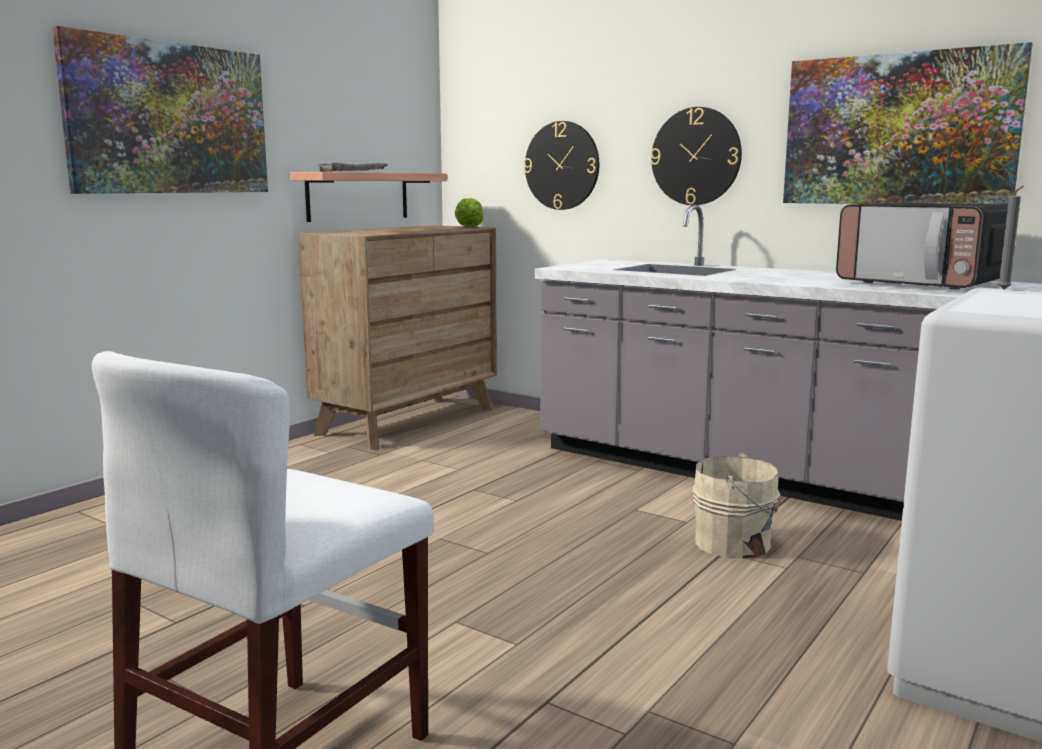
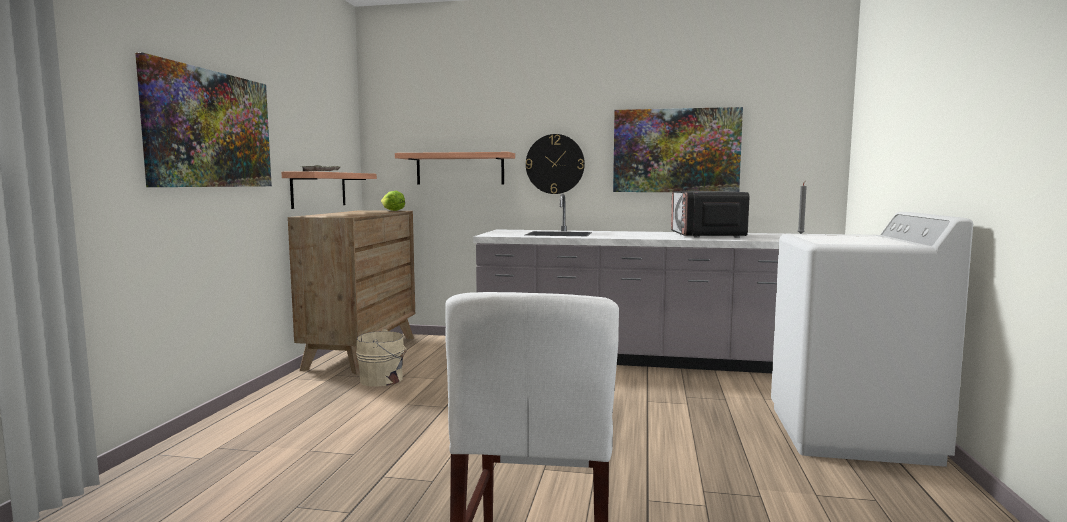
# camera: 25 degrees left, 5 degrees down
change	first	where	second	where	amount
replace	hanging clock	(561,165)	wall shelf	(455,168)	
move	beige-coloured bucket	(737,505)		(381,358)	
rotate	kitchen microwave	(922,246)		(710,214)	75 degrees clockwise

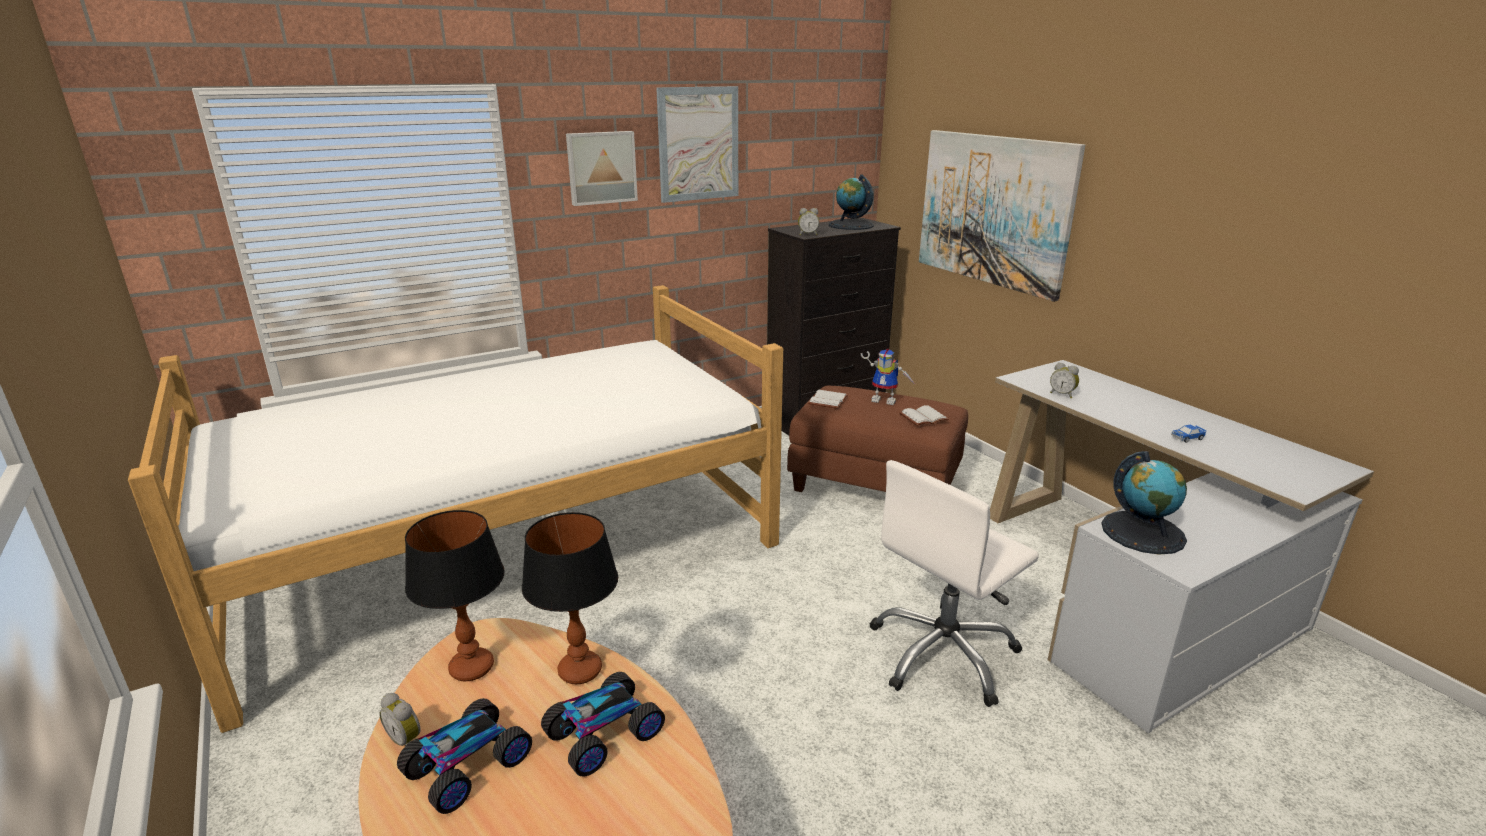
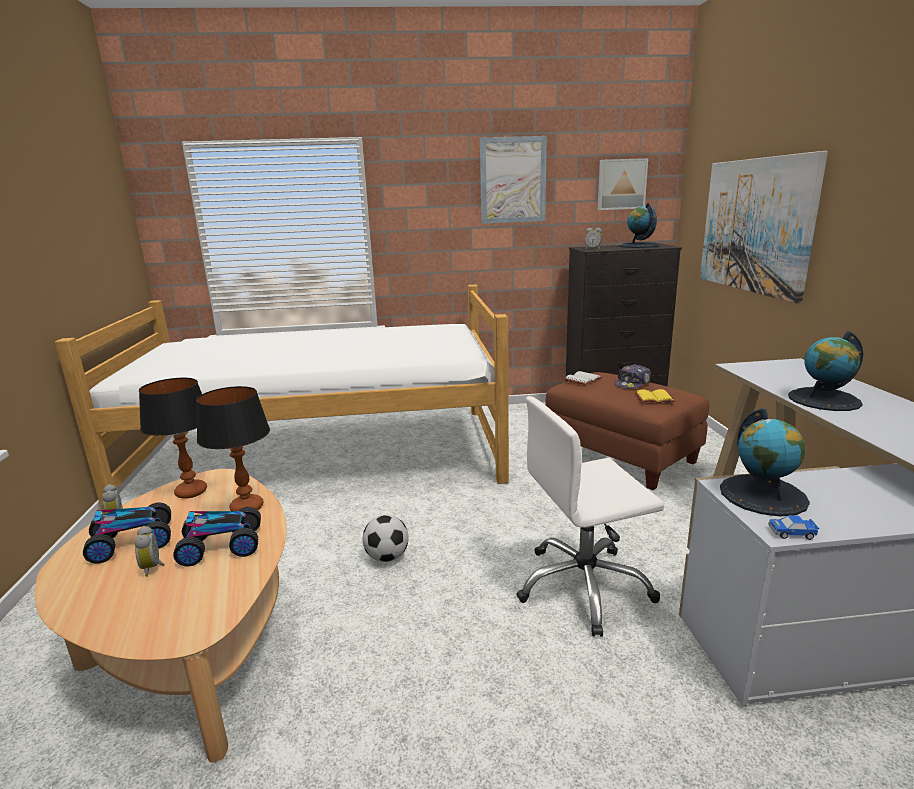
# camera: 25 degrees right, 5 degrees down
change	first	where	second	where	amount
move	wall picture	(602,168)		(623,184)	
replace	robot figure	(888,376)	baseball cap	(633,376)	
recolor	white volume	(924,415)	yellowish volume	(655,396)	
move	bedside clock	(1064,380)		(150,551)	
move	toy car	(1188,433)		(793,528)	
insert			ball for football	(386,538)	
insert			desk globe	(825,371)	

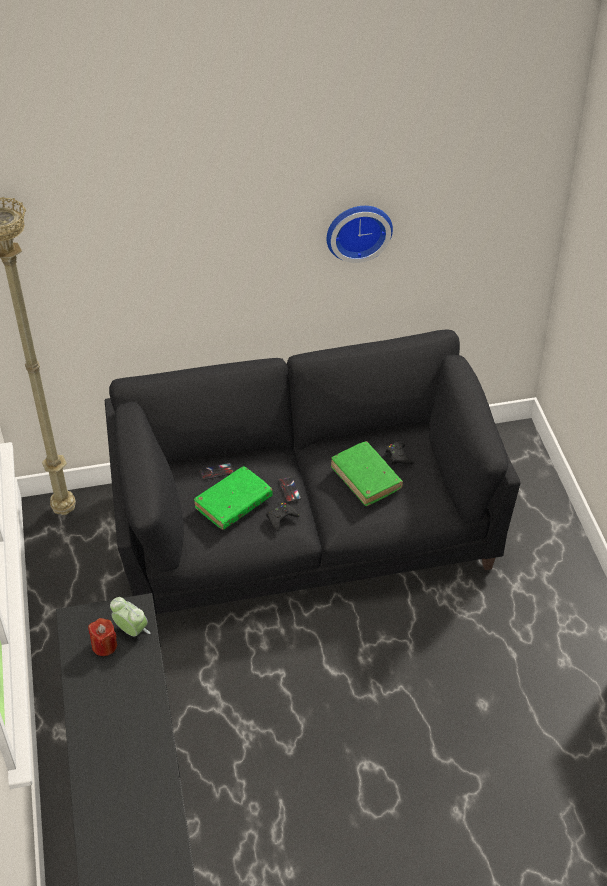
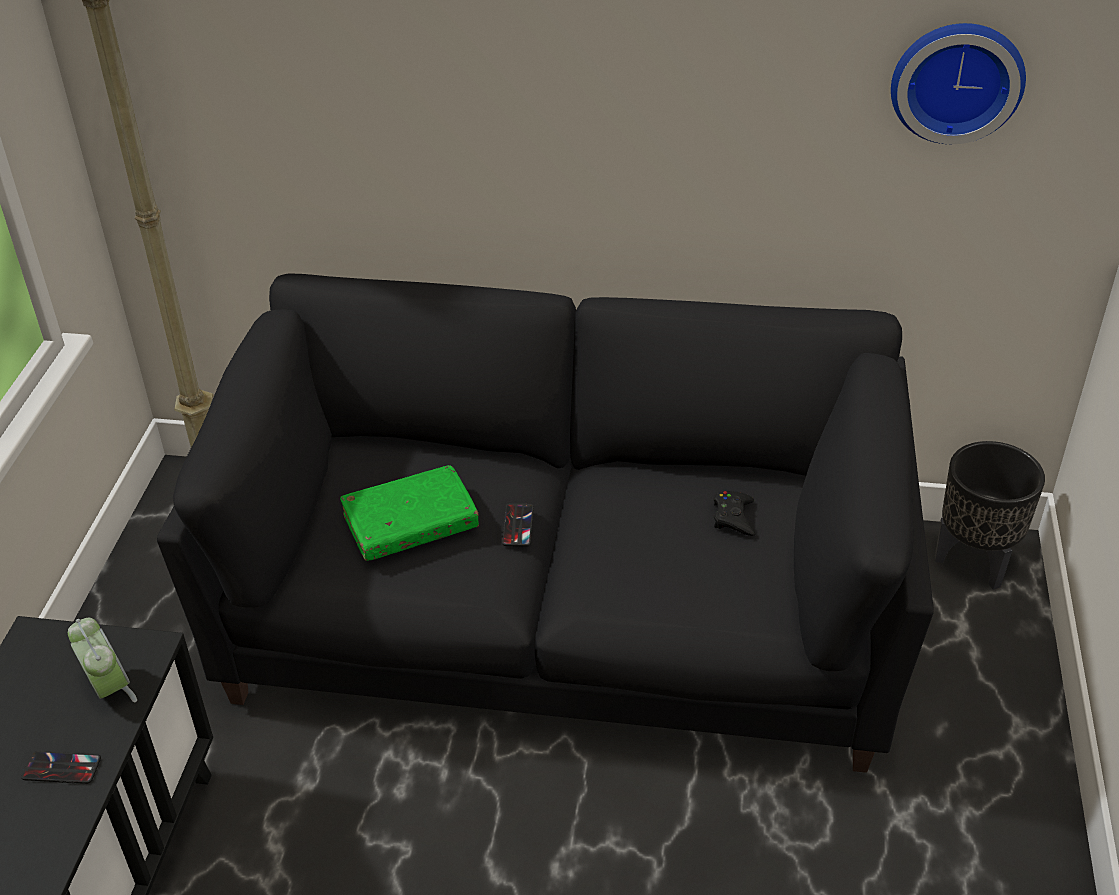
# camera: 20 degrees right, 5 degrees down
change	first	where	second	where	amount
delete	reddish candle	(102,637)			
move	telephone	(216,471)		(61,767)	
delete	black-coloured gamepad	(283,516)			
move	hanging clock	(360,234)		(958,83)	
delete	green-coloured volume	(367,473)			
insert			black-coloured flower pot	(990,515)	

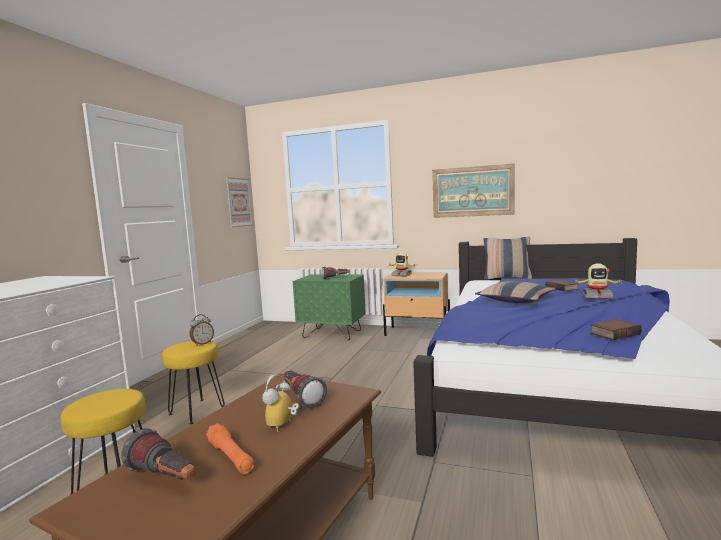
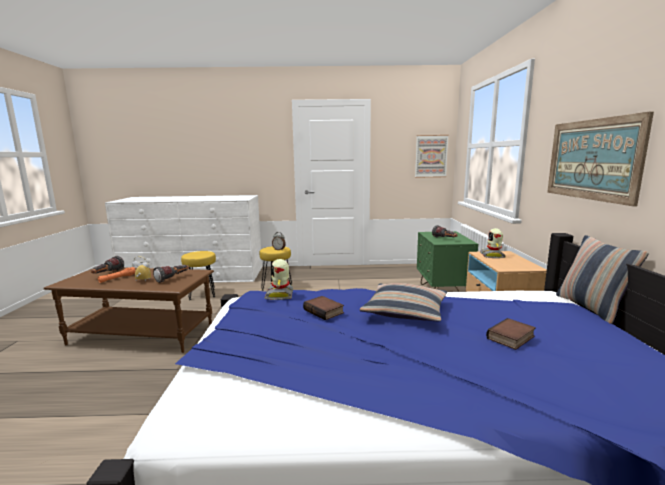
# camera: 70 degrees right, 5 degrees up
change	first	where	second	where	amount
move	robot figure	(599,281)		(278,279)	
move	volume	(616,329)		(323,308)	

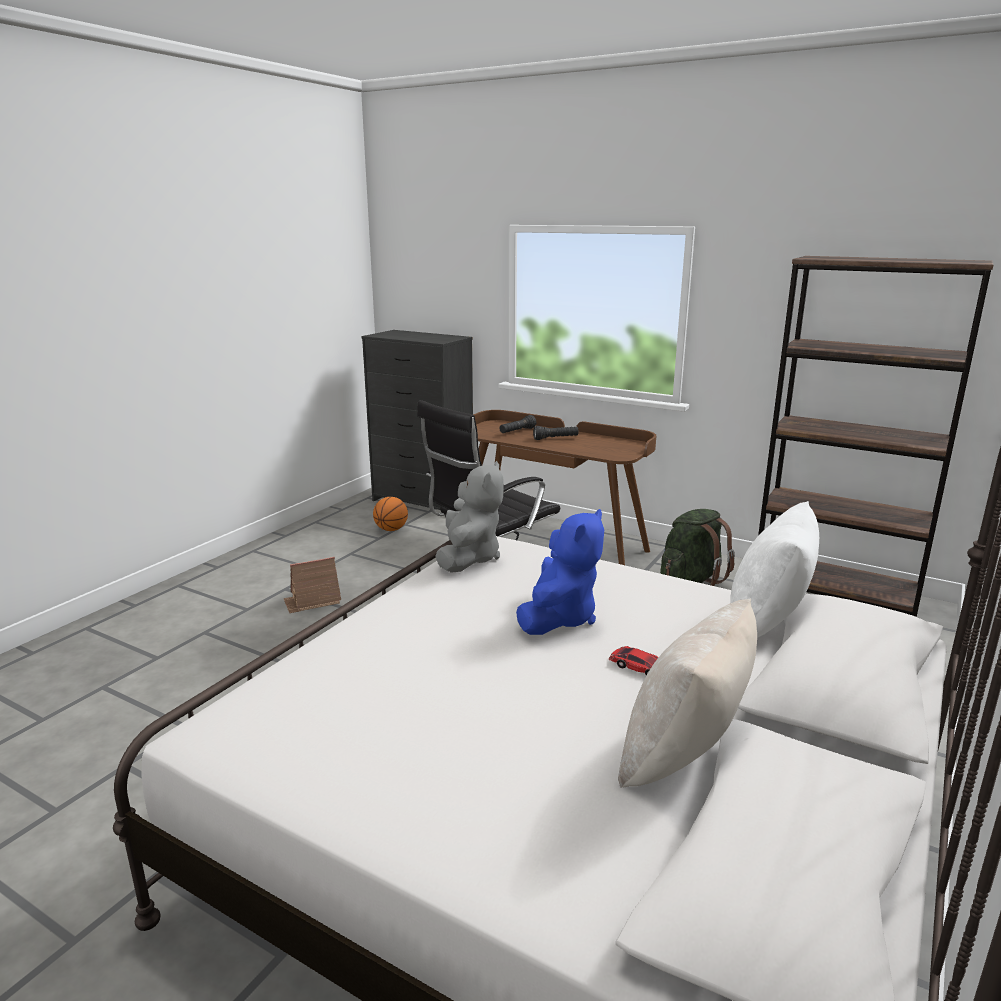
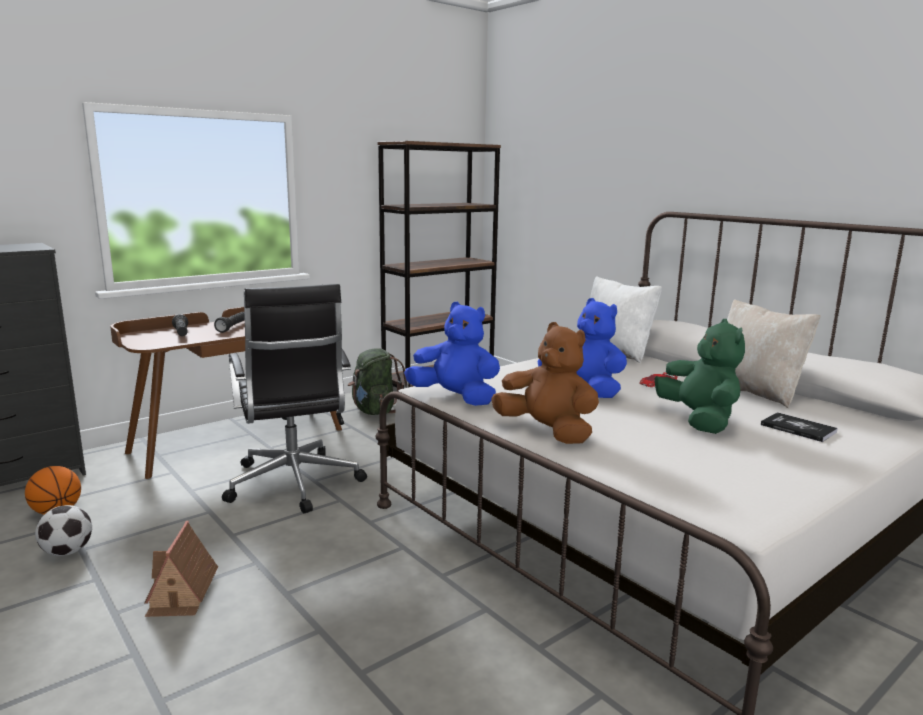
# camera: 70 degrees left, 5 degrees down
change	first	where	second	where	amount
recolor	greyish soft toy	(469,517)	blue soft toy	(452,354)	
insert			ball for football	(63,530)	
insert			brownish soft toy	(545,383)	
insert			green-coloured soft toy	(700,376)	
insert			volume	(799,427)	

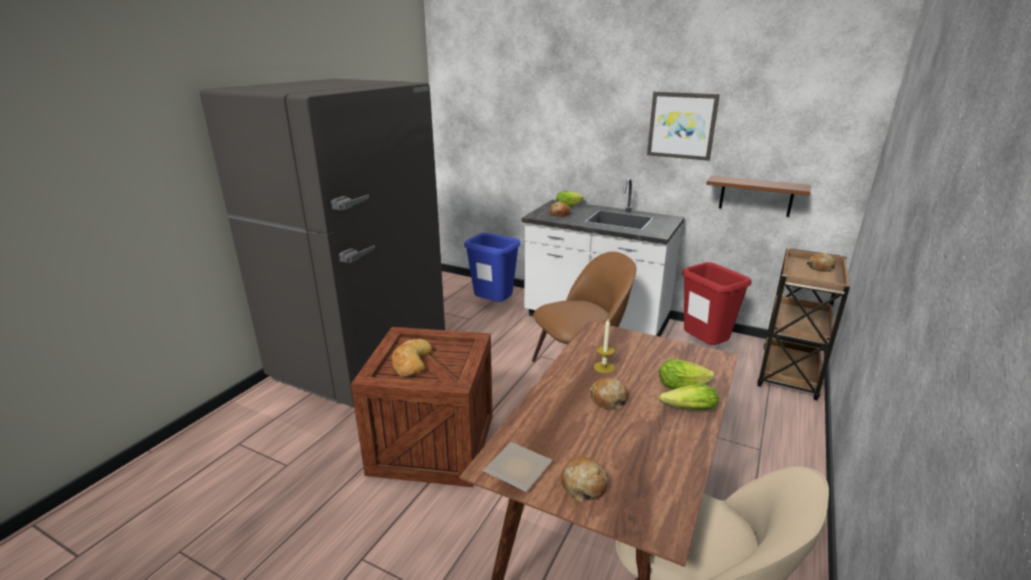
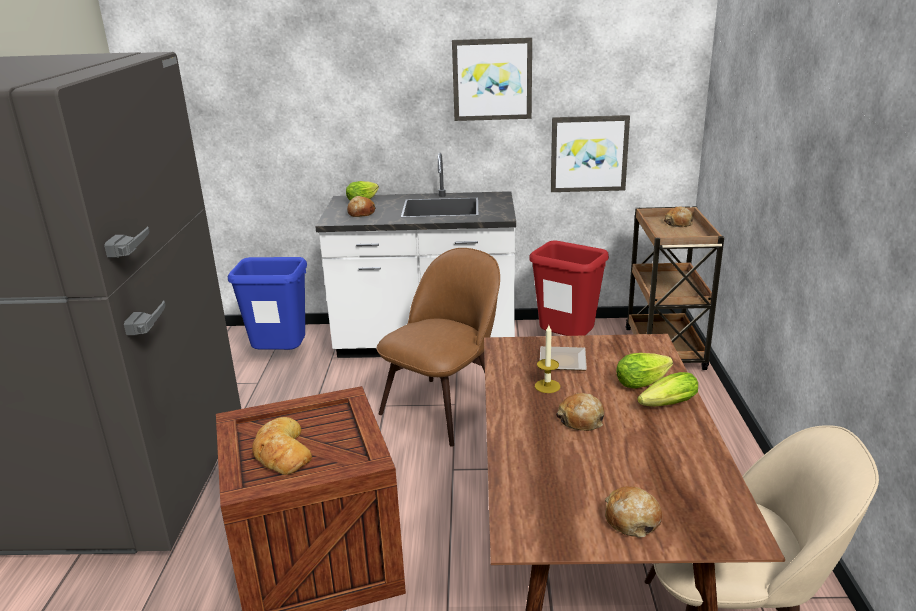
# camera: 25 degrees left, 0 degrees up
change	first	where	second	where	amount
move	plate	(518,467)		(563,358)	
replace	brownish wall shelf	(758,196)	wall picture	(590,153)	

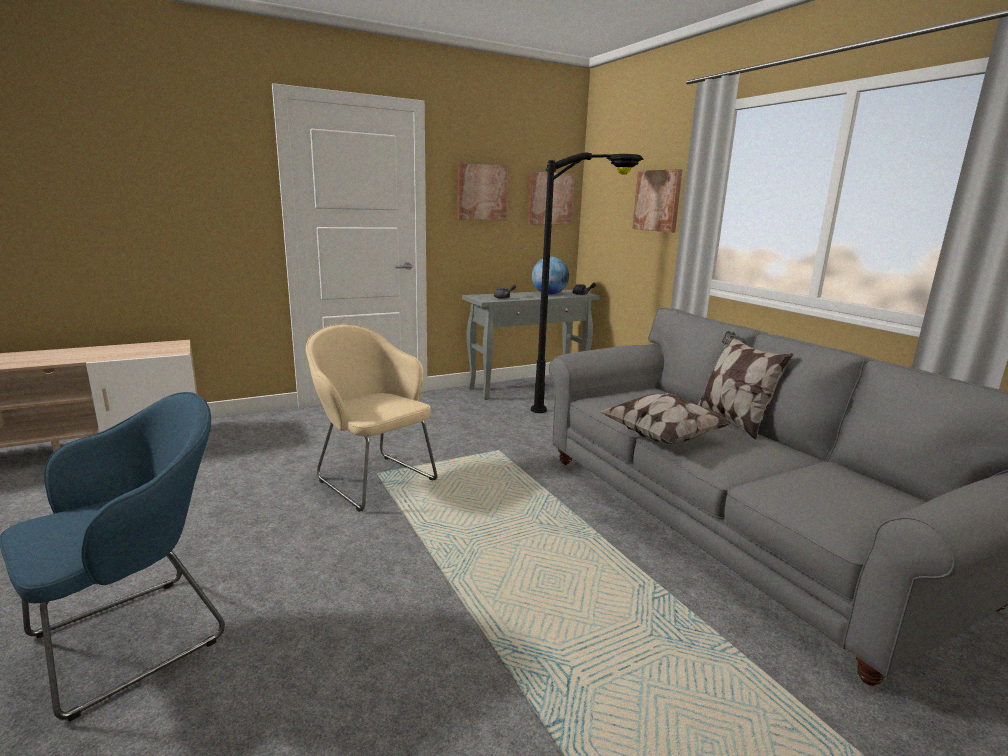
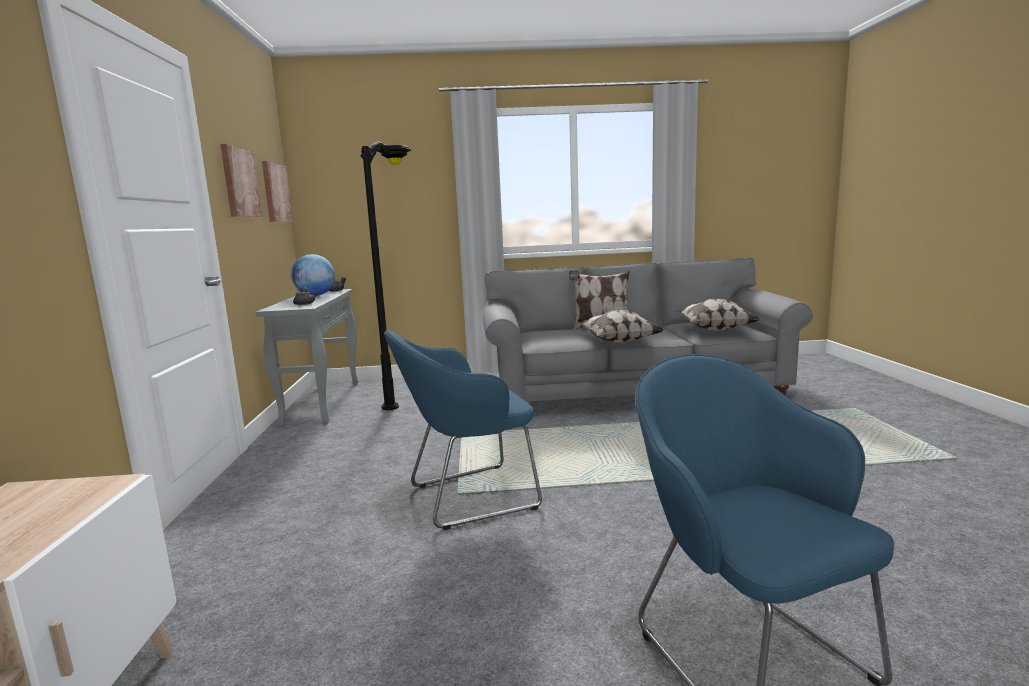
# camera: 65 degrees left, 5 degrees down
change	first	where	second	where	amount
recolor	beige-coloured armchair	(371,418)	blue armchair	(463,430)	
delete	wall picture	(657,200)			
insert			throw pillow	(717,315)	

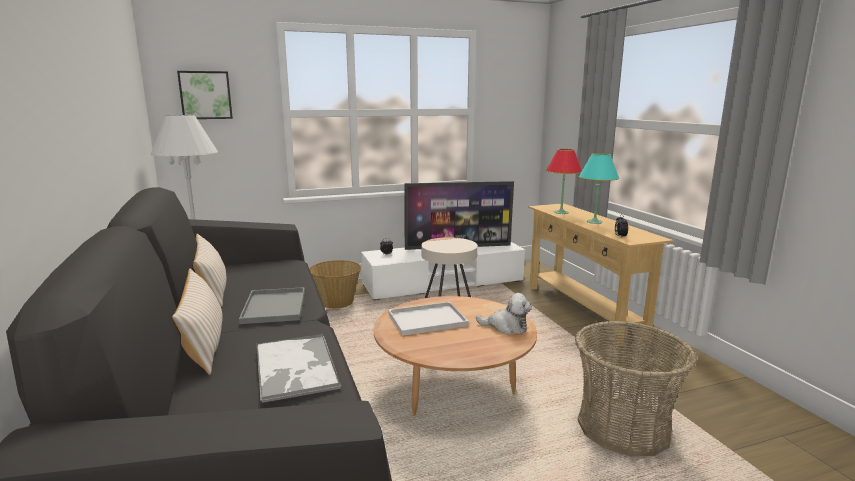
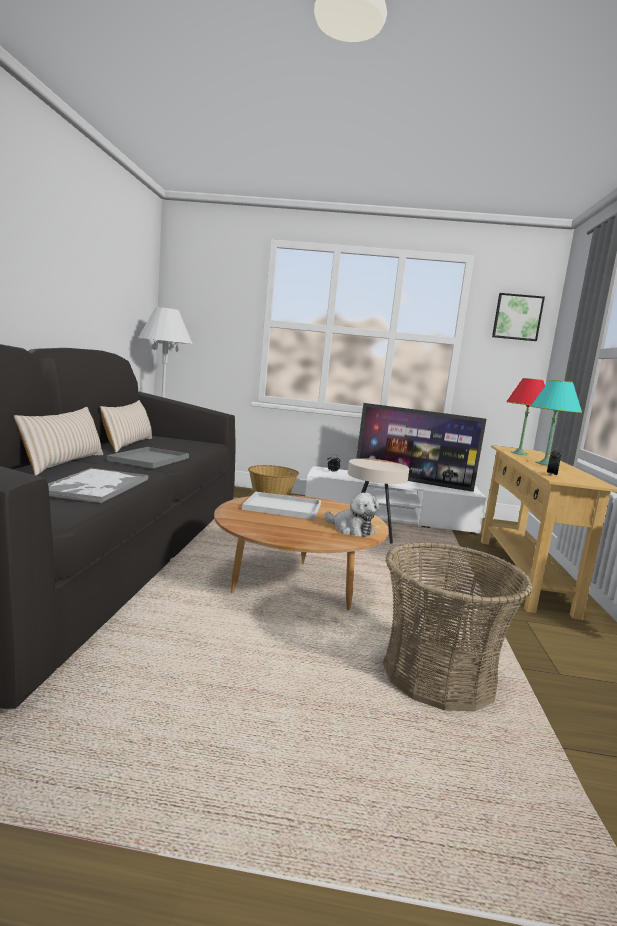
# camera: 25 degrees right, 5 degrees down
change	first	where	second	where	amount
move	wall picture	(205,95)		(518,317)	

